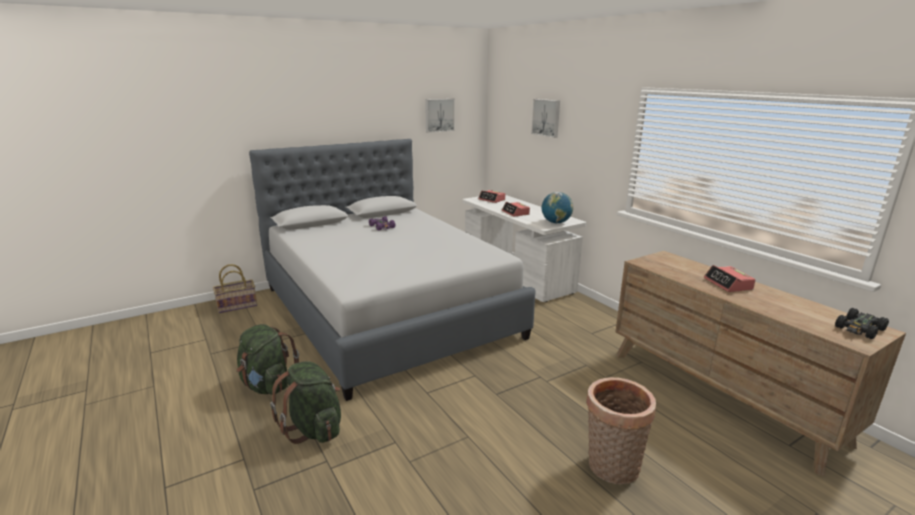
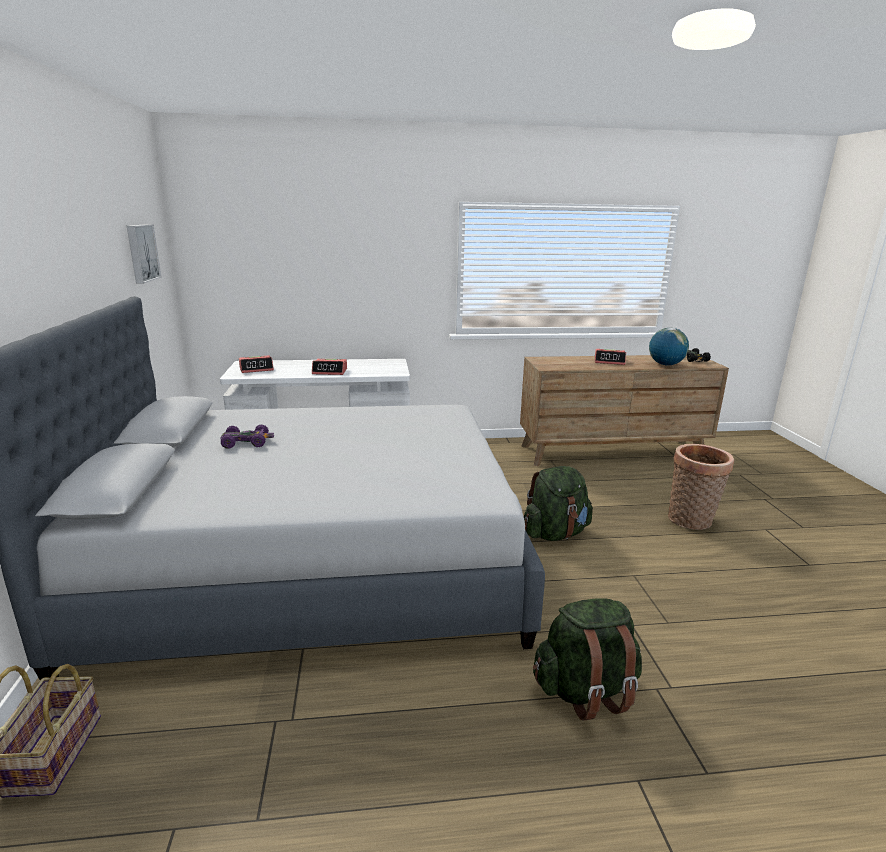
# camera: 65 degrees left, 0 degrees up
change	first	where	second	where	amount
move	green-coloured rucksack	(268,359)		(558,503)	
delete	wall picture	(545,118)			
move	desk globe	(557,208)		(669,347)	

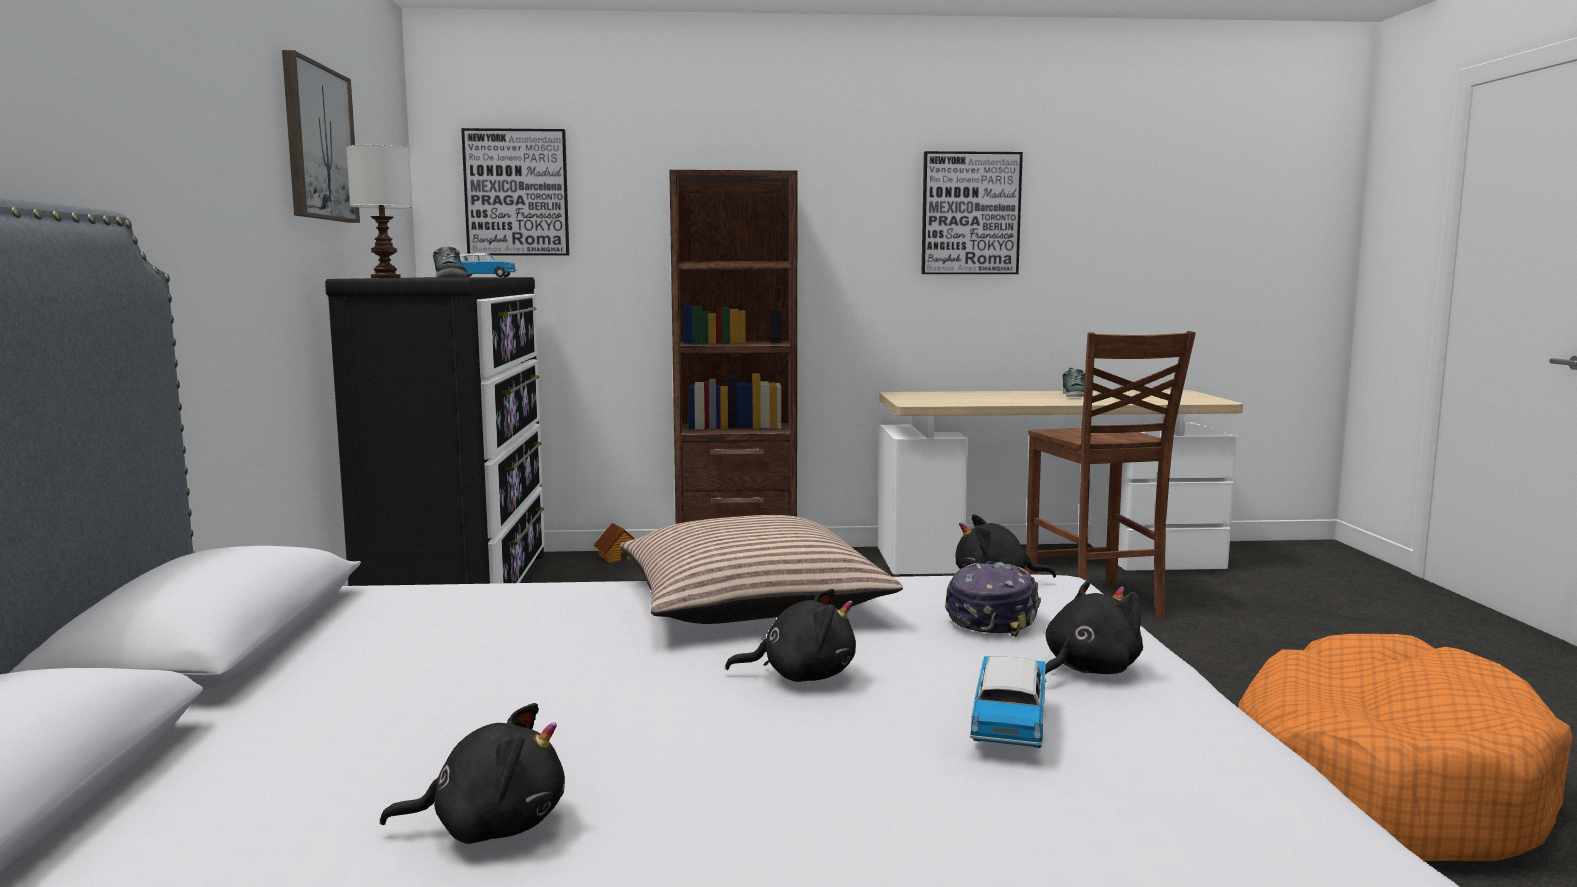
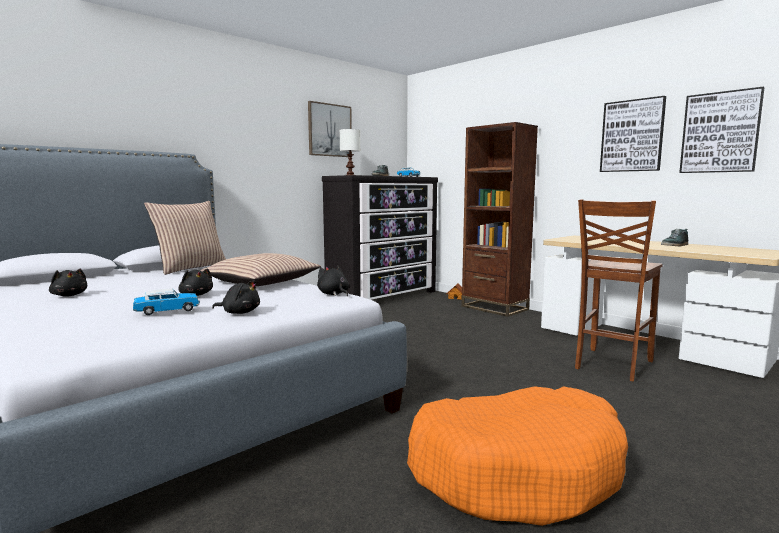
# camera: 50 degrees right, 0 degrees up
change	first	where	second	where	amount
move	wall picture	(515,191)		(722,130)	
delete	baseball cap	(993,599)			
insert			throw pillow	(185,238)	

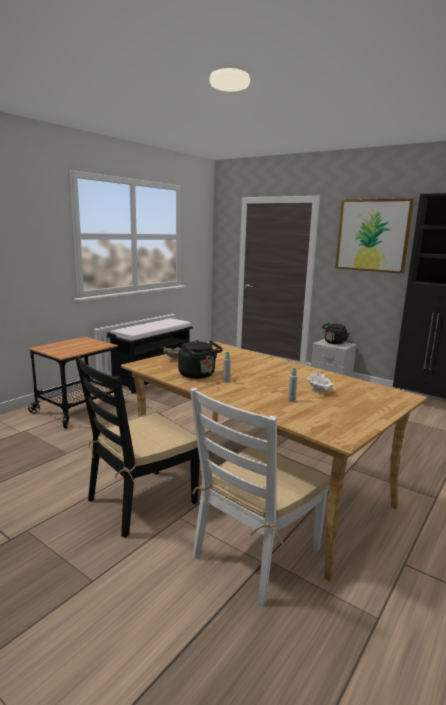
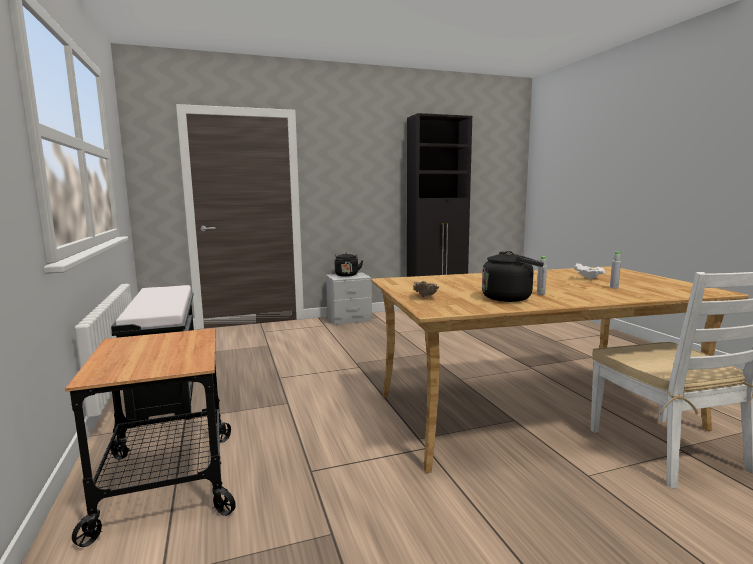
# camera: 55 degrees left, 5 degrees down
change	first	where	second	where	amount
delete	black-coloured chair	(137,447)			
delete	wall picture	(374,236)			

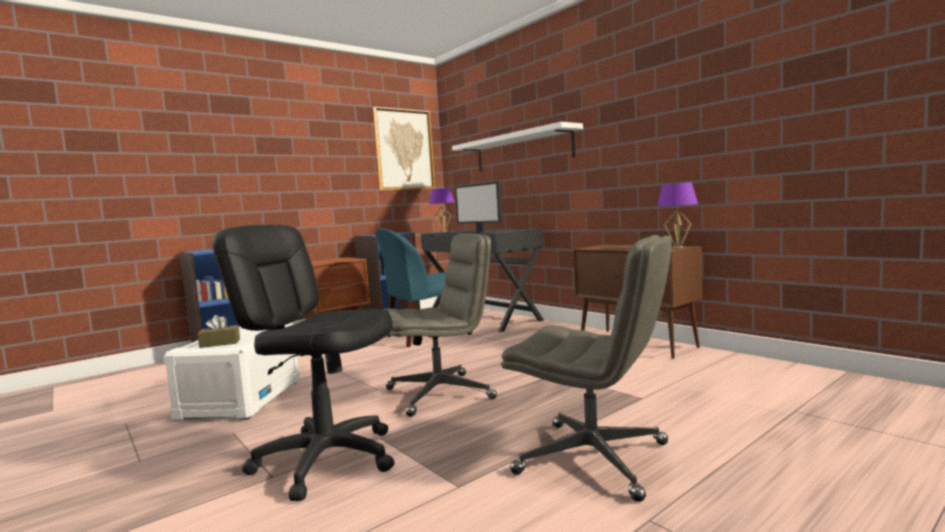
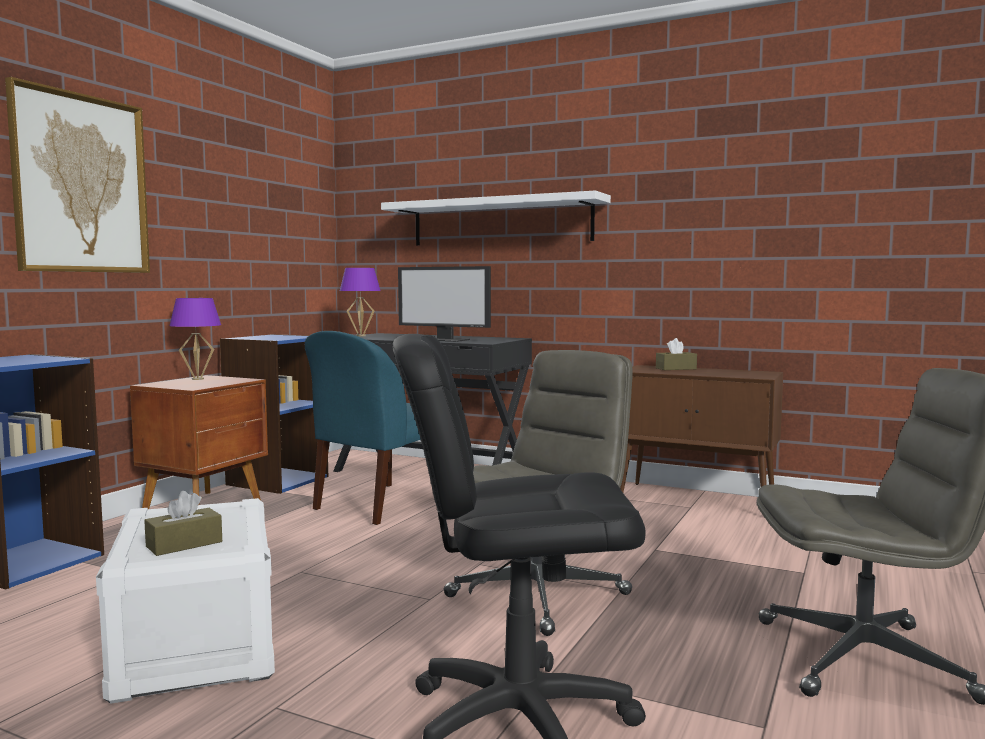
# camera: 25 degrees left, 0 degrees up
change	first	where	second	where	amount
move	wall picture	(404,148)		(77,175)	
move	purplish lamp for a table	(677,215)		(195,339)	
insert			brownish box of tissues	(676,354)	

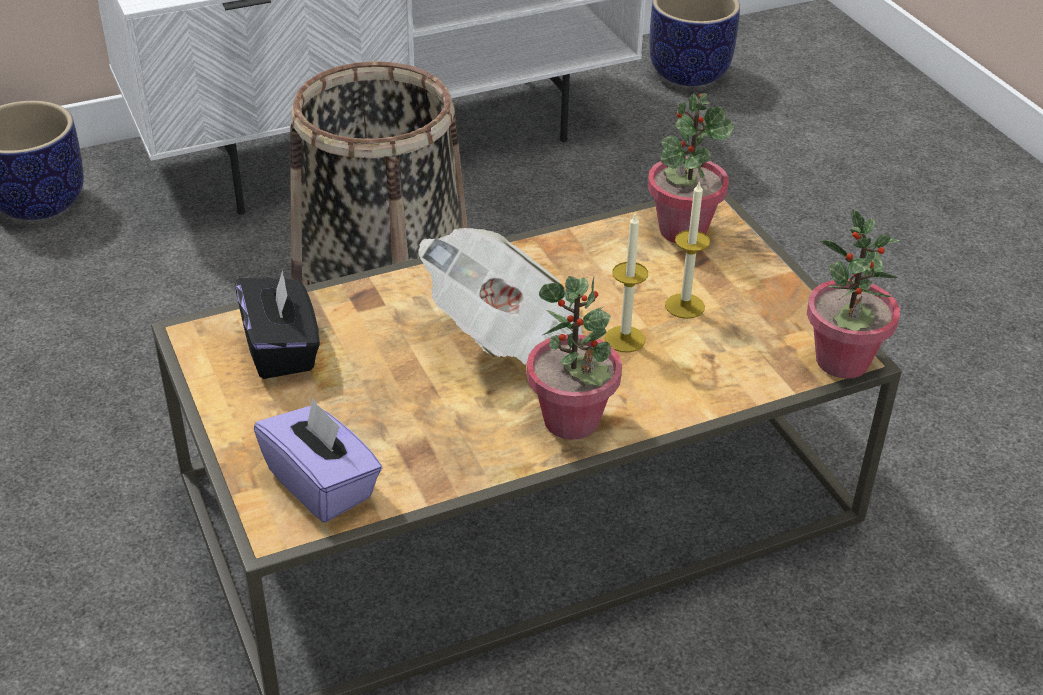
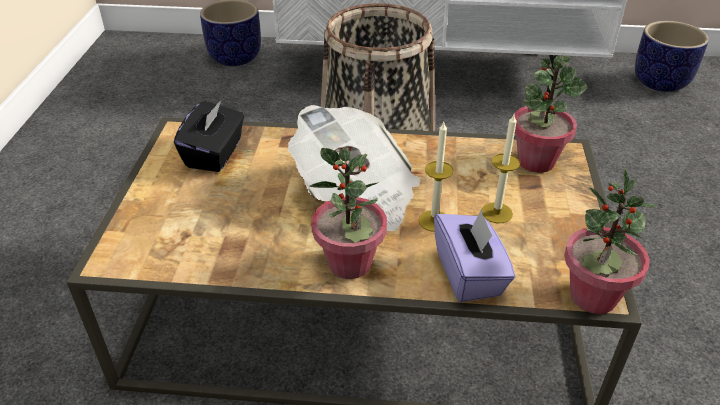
# camera: 30 degrees right, 0 degrees up
change	first	where	second	where	amount
move	purplish box of tissues	(318,460)		(474,255)	

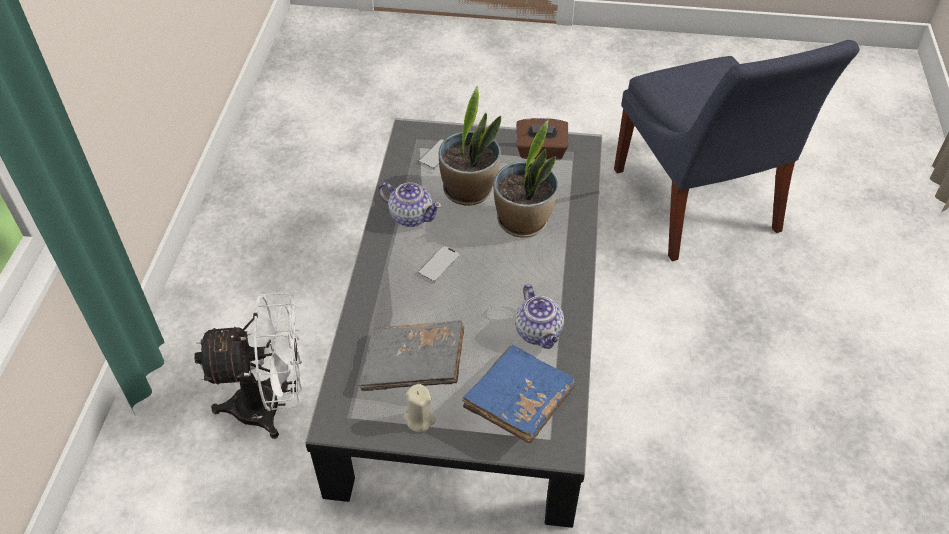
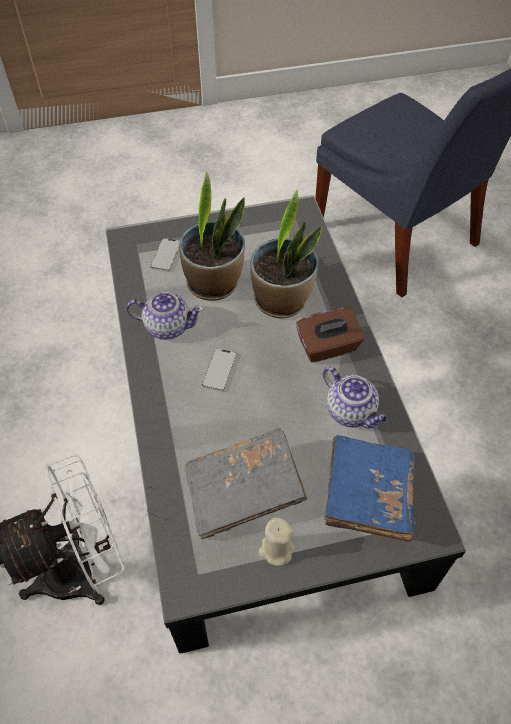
# camera: 20 degrees left, 5 degrees up
change	first	where	second	where	amount
move	brownish box of tissues	(542,139)		(330,335)	

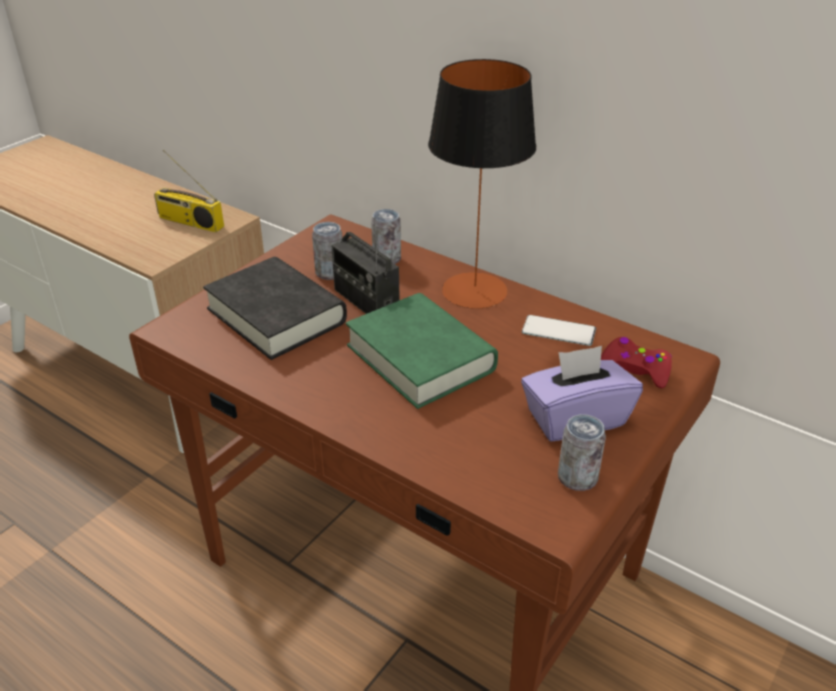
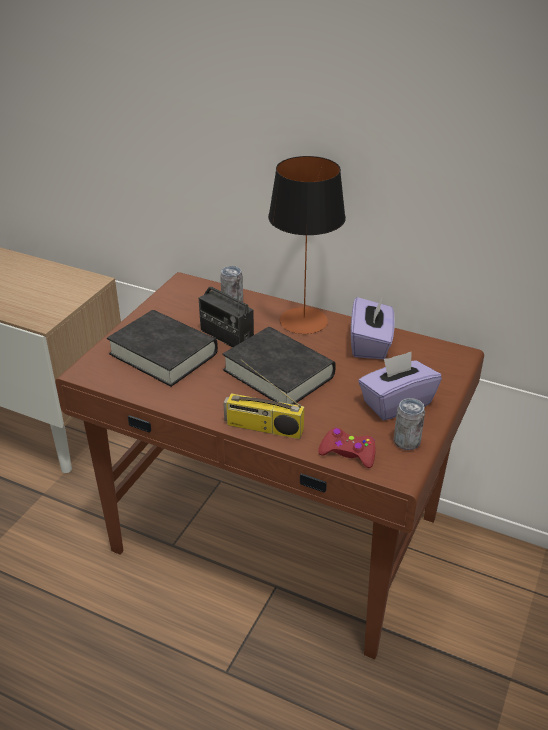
# camera: 10 degrees left, 0 degrees up
change	first	where	second	where	amount
move	radio	(189,191)		(263,399)	
delete	sealed can	(327,251)			
recolor	green-coloured volume	(422,351)	black-coloured volume	(279,366)	
replace	telephone	(559,330)	purplish box of tissues	(373,327)	
move	reddish gamepad	(636,363)		(347,448)	

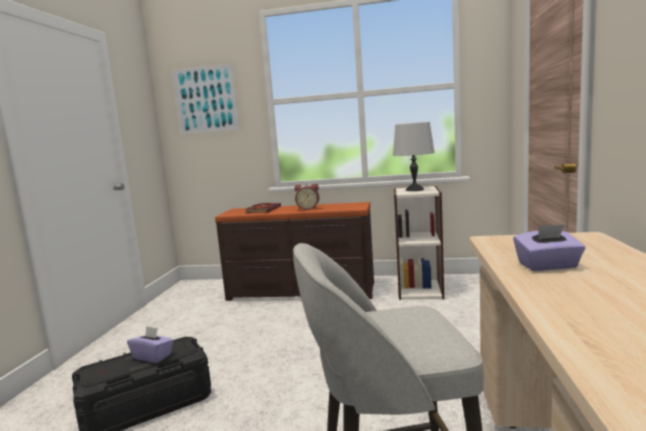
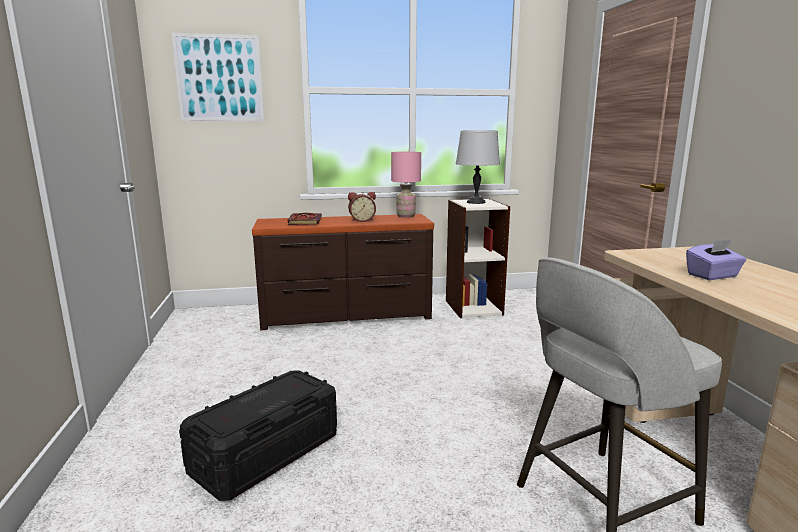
# camera: 20 degrees left, 5 degrees up
change	first	where	second	where	amount
delete	purplish box of tissues	(150,344)			
insert			pink lamp for a table	(406,185)	

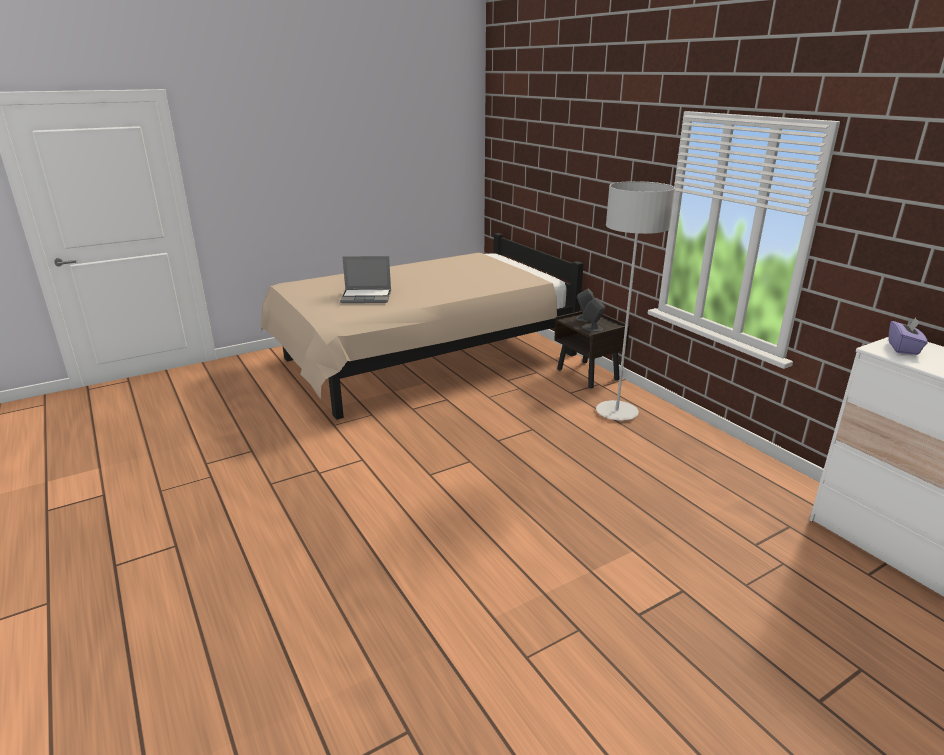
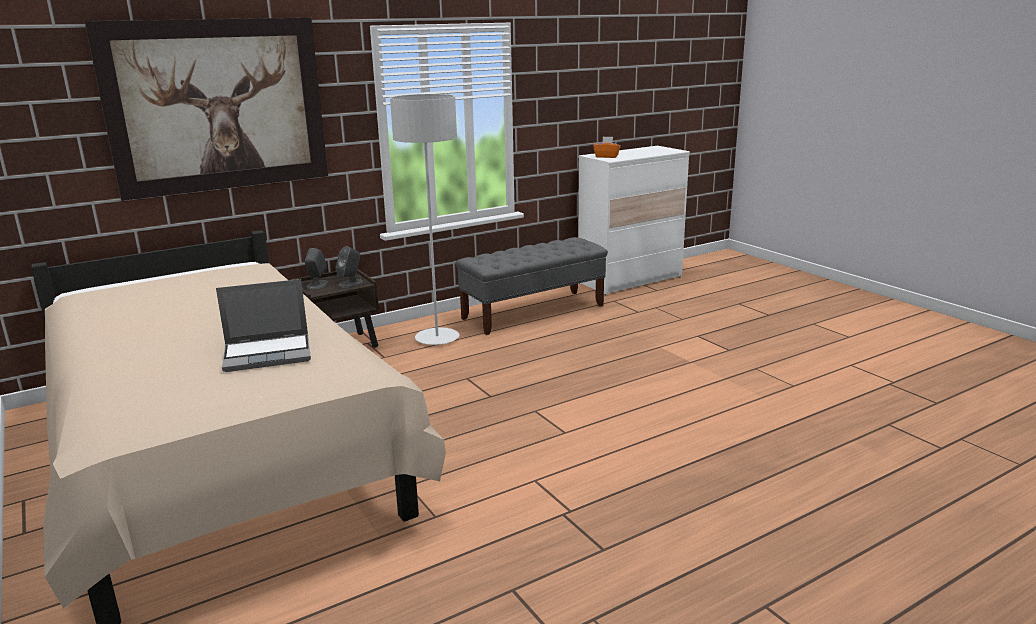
# camera: 90 degrees left, 5 degrees down
change	first	where	second	where	amount
rotate	notebook computer	(365,279)		(263,325)	75 degrees clockwise
recolor	purplish box of tissues	(908,336)	orangey box of tissues	(607,147)	
insert			wall picture	(206,109)	
insert			greyish indoor bench	(532,286)	

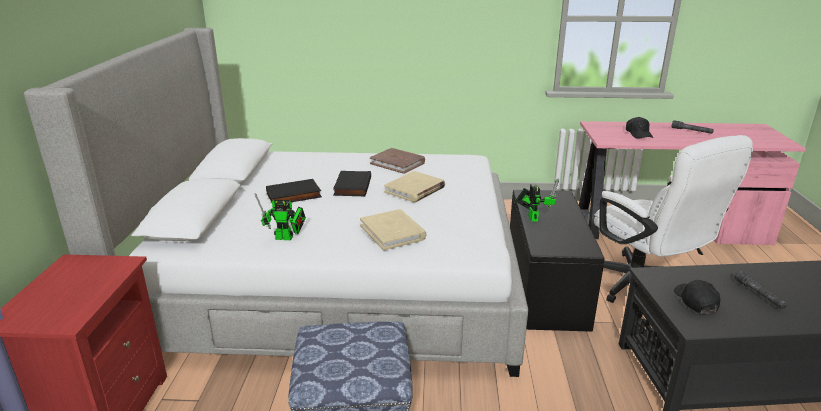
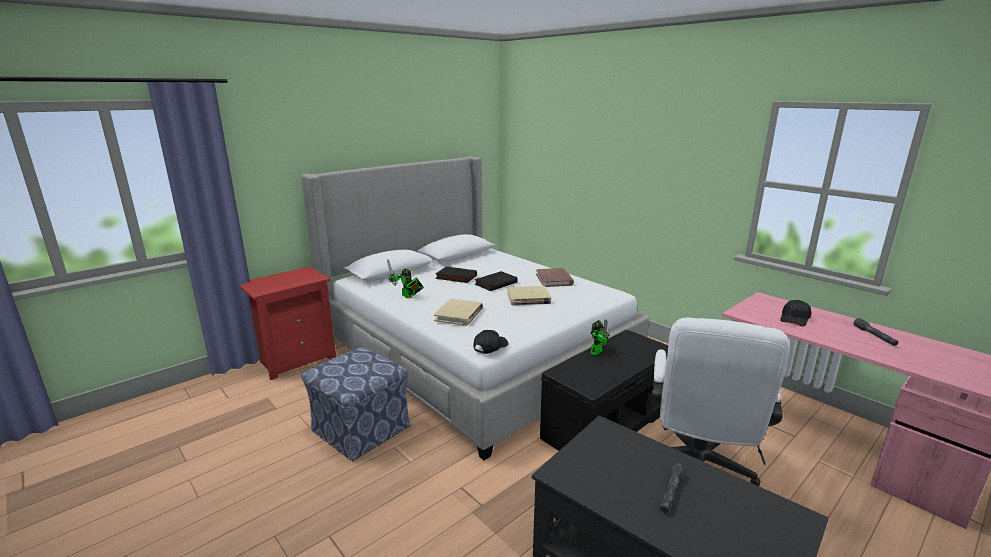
# camera: 45 degrees right, 5 degrees down
change	first	where	second	where	amount
move	black-coloured baseball cap	(697,297)		(490,342)	

